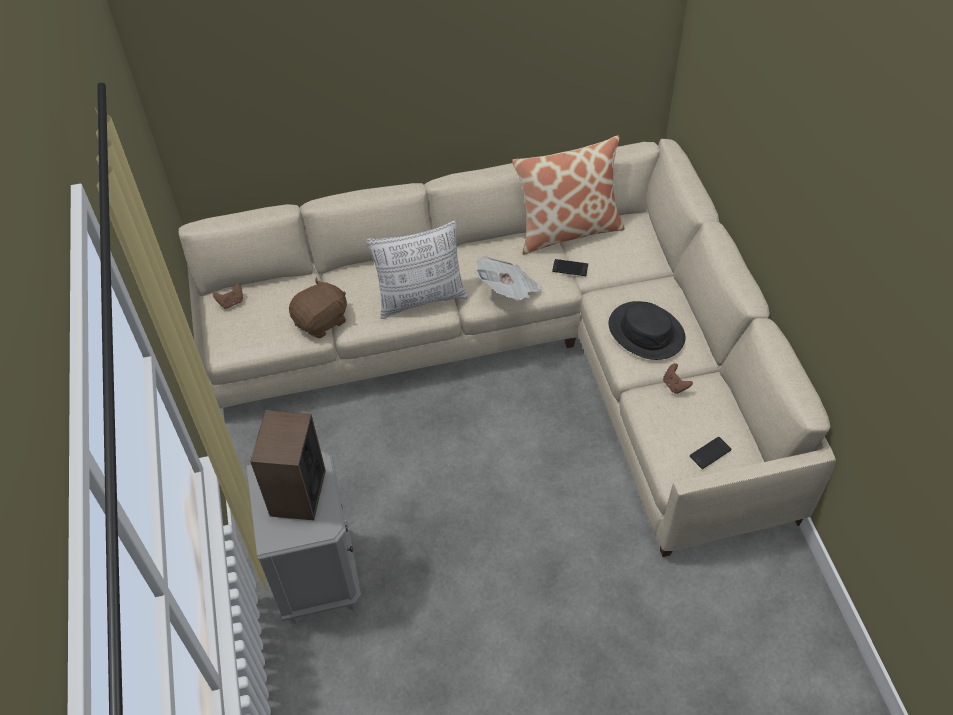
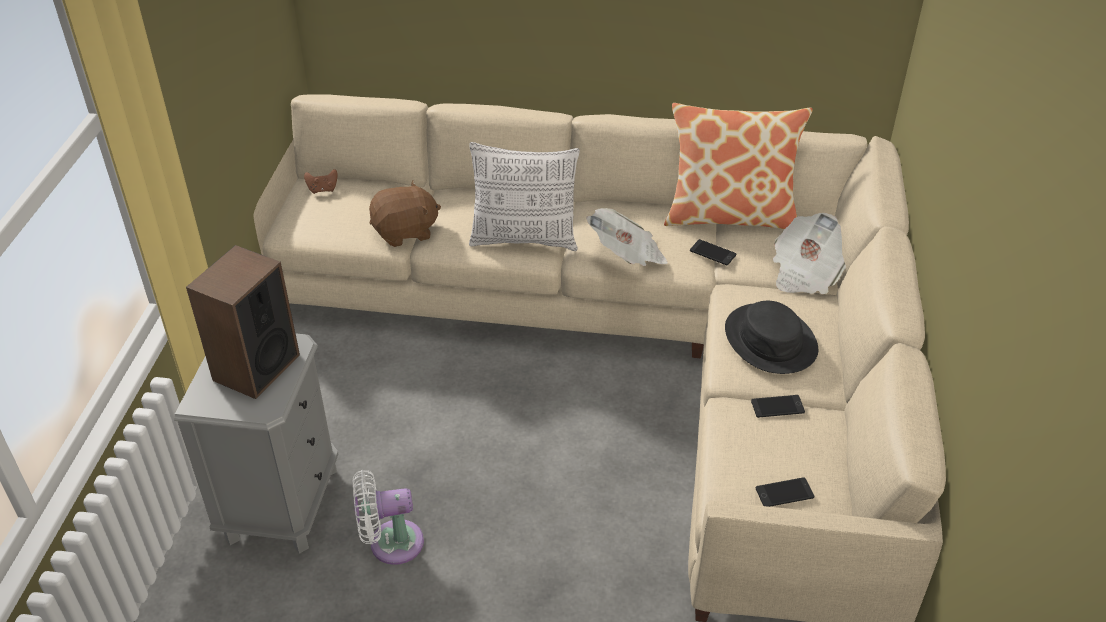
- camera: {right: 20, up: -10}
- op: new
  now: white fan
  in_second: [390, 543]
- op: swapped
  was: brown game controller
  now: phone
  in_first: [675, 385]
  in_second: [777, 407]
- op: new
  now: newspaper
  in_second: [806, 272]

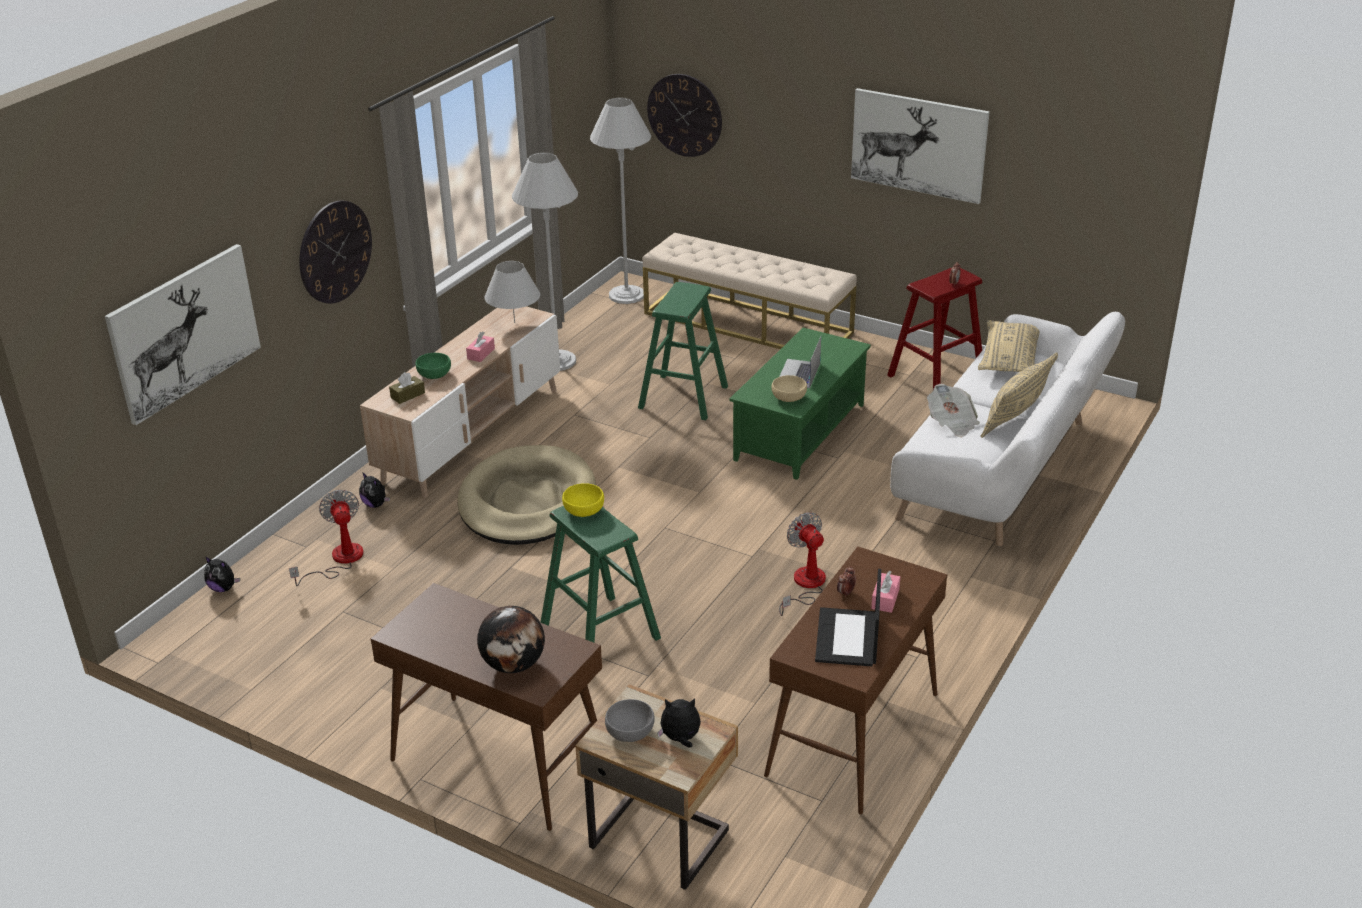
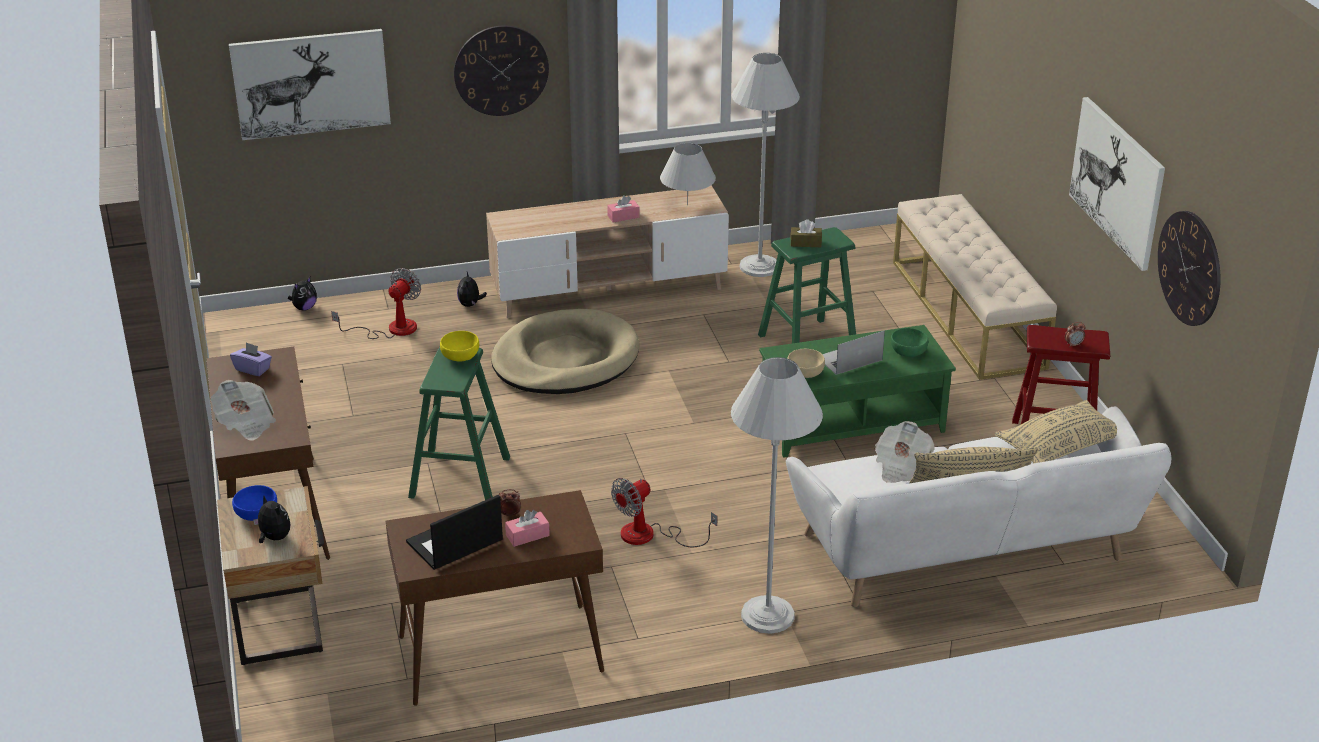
- camera: {right: 45, up: 0}
- op: swapped
  was: globe
  now: newspaper
  in_first: [514, 665]
  in_second: [245, 423]
- op: new
  now: purple tissue box
  in_second: [253, 369]
- op: repainted
  was: grey bowl
  now: blue bowl
  in_first: [631, 731]
  in_second: [257, 514]
- op: rotated
  was: plush toy
  in_first: [223, 588]
  in_second: [304, 308]
  clockwise: -120
- op: rotated
  was: fan
  in_first: [805, 585]
  in_second: [650, 536]
  clockwise: -150
- op: shifted
  was: white floor lamp
  in_first: [626, 295]
  in_second: [767, 615]
- op: shifted
  was: brown tissue box
  in_first: [408, 395]
  in_second: [806, 243]
- op: shifted
  was: green bowl
  in_first: [434, 375]
  in_second: [908, 352]
- op: shifted
  was: wall clock
  in_first: [684, 115]
  in_second: [1189, 268]

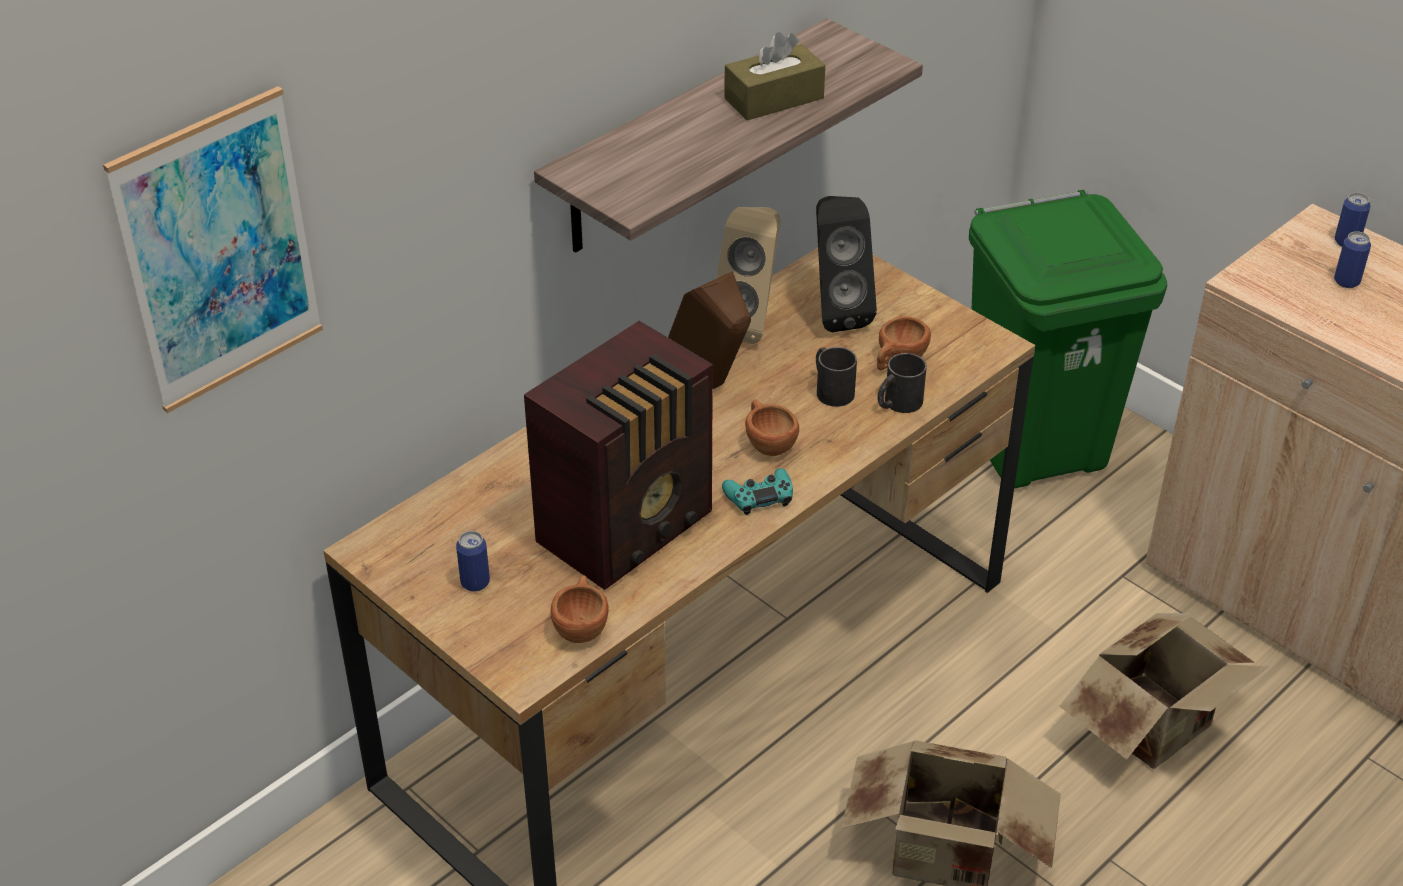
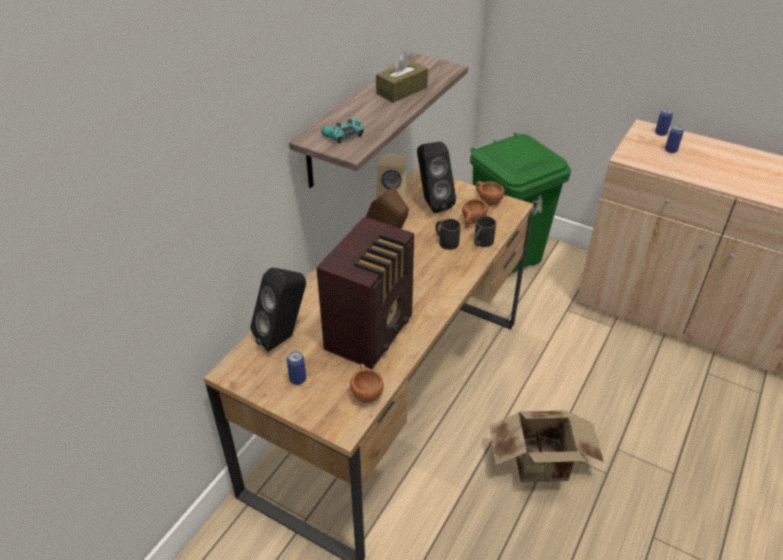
- camera: {right: -15, up: 0}
- op: new
  now: black speaker
  in_second: [284, 337]
- op: shifted
  was: turquoise game controller
  in_first: [759, 497]
  in_second: [344, 134]
- op: shifted
  was: brown cup
  in_first: [767, 442]
  in_second: [487, 200]
- op: gone
  was: picture
  in_first: [219, 251]
- op: gone
  was: cardboard box
  in_first: [1157, 728]

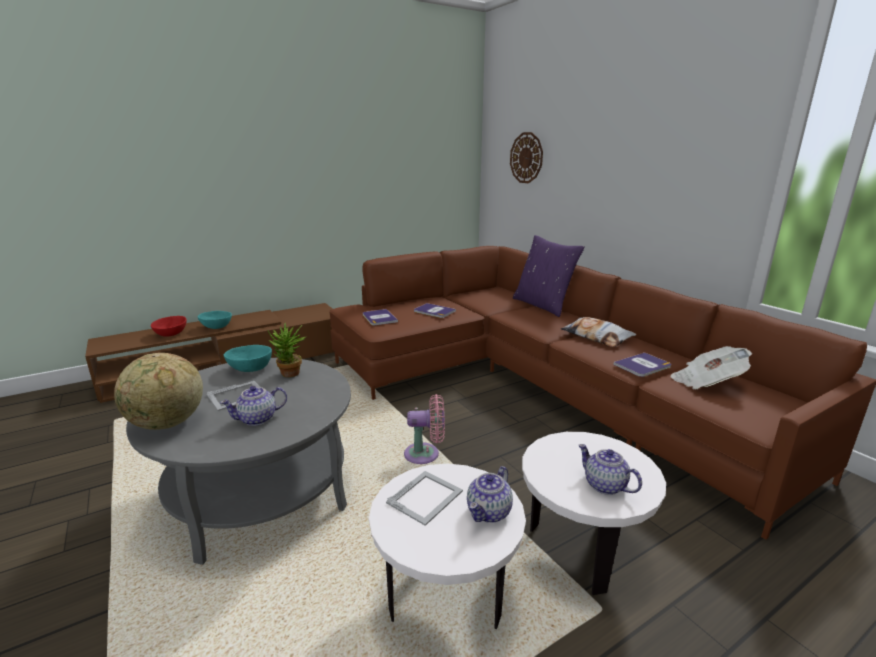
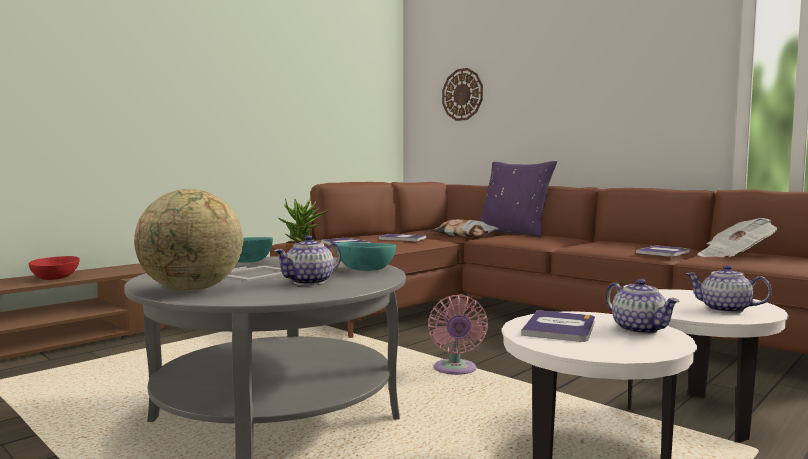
- camera: {right: -15, up: -15}
- op: shifted
  was: turquoise bowl
  in_first: [216, 327]
  in_second: [365, 270]
- op: rotated
  was: pink fan
  in_first: [425, 454]
  in_second: [455, 370]
  clockwise: 105
- op: shifted
  was: pillow
  in_first: [596, 337]
  in_second: [464, 235]
- op: swapped
  was: picture frame
  now: book
  in_first: [426, 496]
  in_second: [560, 327]
- op: rotated
  was: teapot
  in_first: [489, 512]
  in_second: [640, 329]
  clockwise: -45

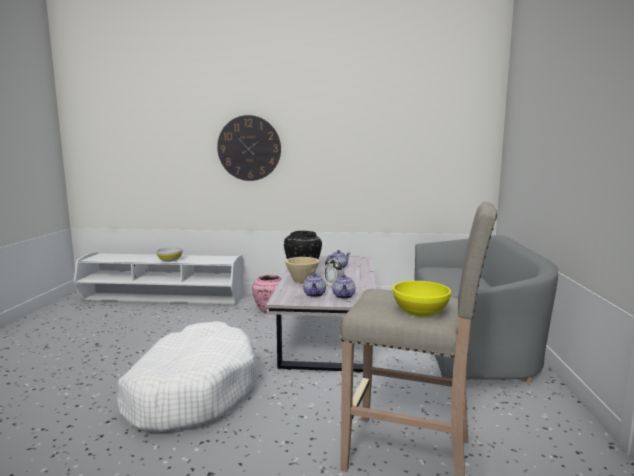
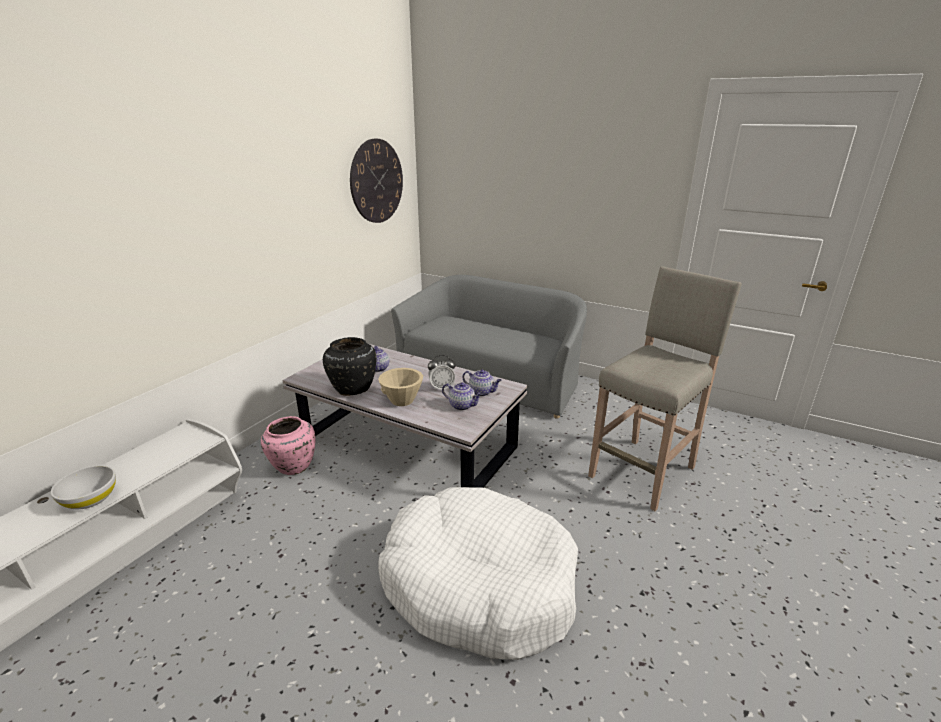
- camera: {right: -65, up: 15}
- op: shifted
  was: wall clock
  in_first: [249, 148]
  in_second: [376, 181]
- op: gone
  was: yellow bowl
  in_first: [420, 311]

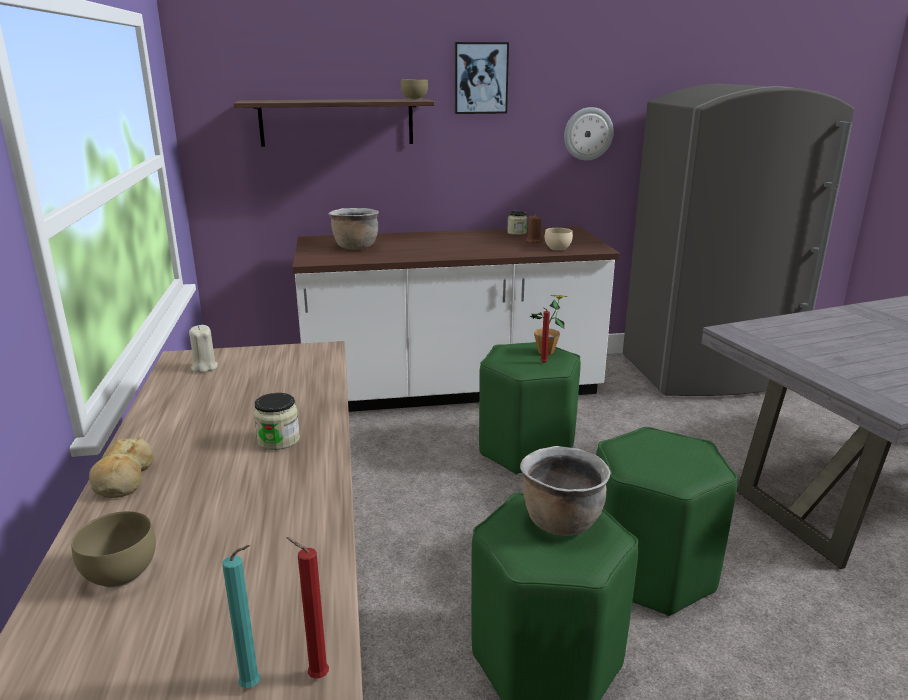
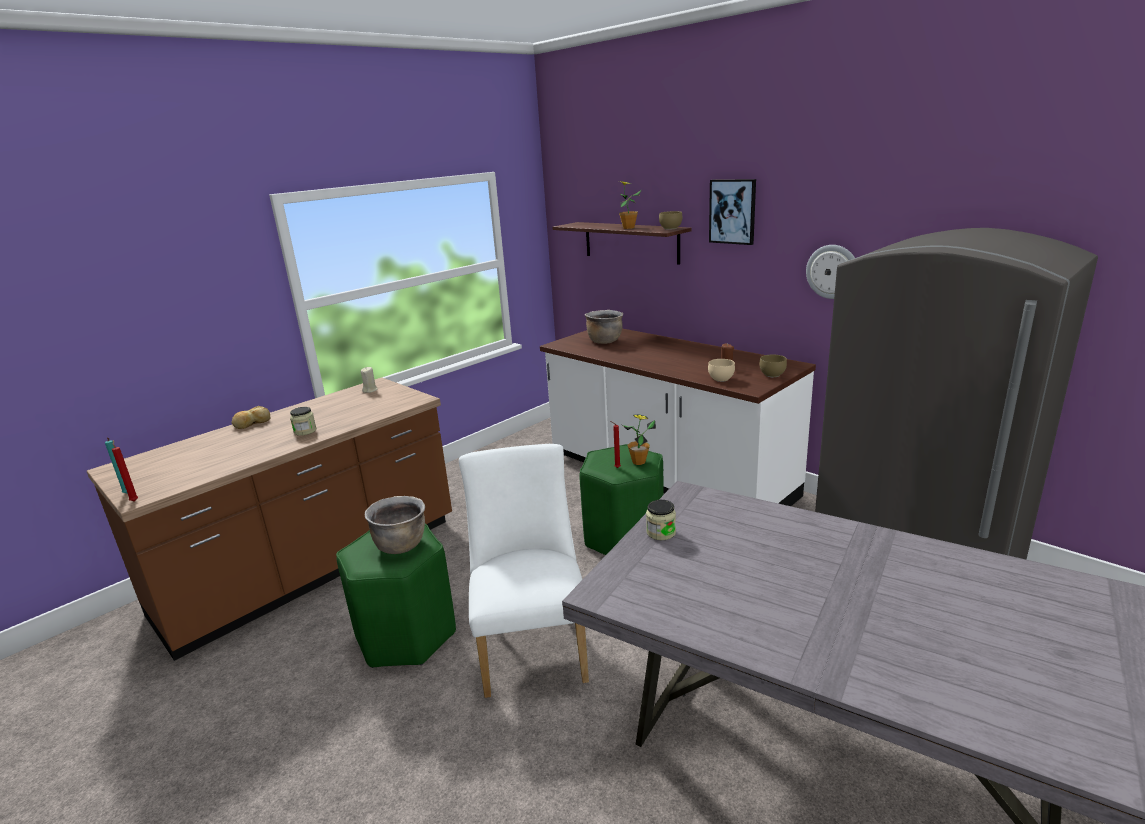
- camera: {right: 55, up: 0}
- op: swapped
  was: green stool
  now: white chair
  in_first: [650, 570]
  in_second: [532, 644]
- op: new
  now: potted plant
  in_second: [628, 228]
- op: shifted
  was: jar
  in_first: [517, 232]
  in_second: [661, 532]
- op: shifted
  was: brown bowl
  in_first: [122, 575]
  in_second: [772, 375]

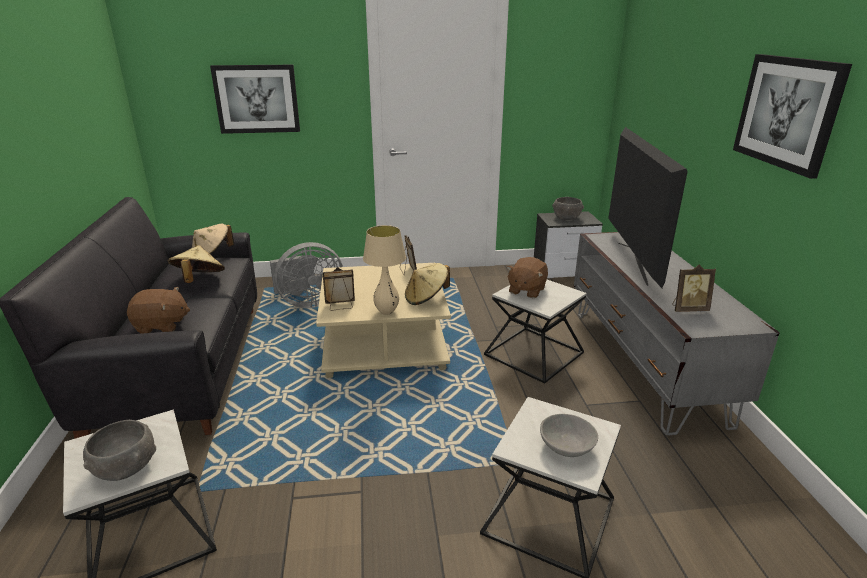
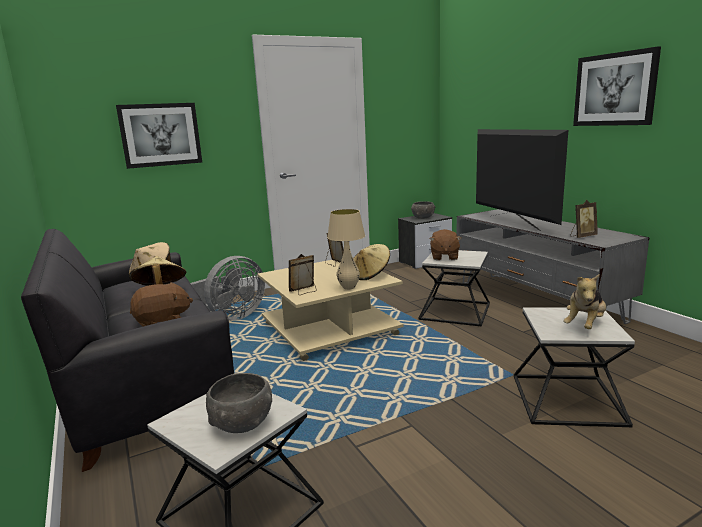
- camera: {right: -20, up: -10}
- op: swapped
  was: grey bowl
  now: plush toy
  in_first: [566, 447]
  in_second: [585, 325]

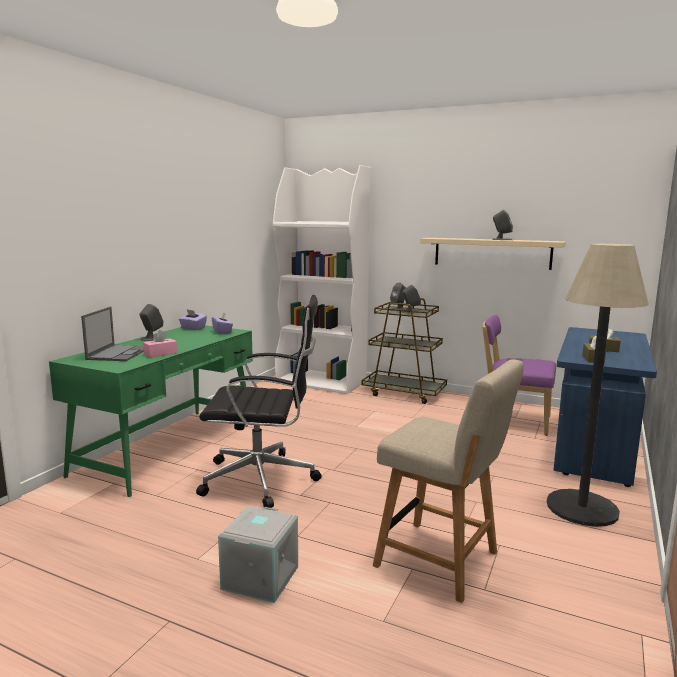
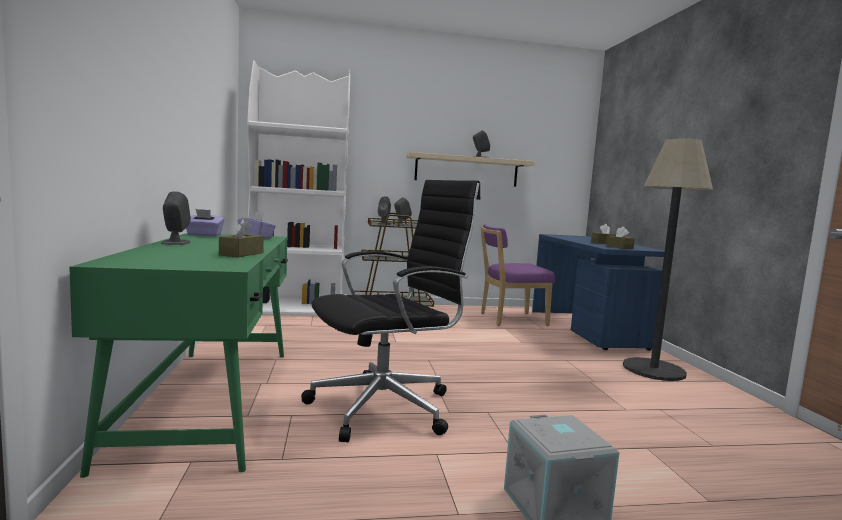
- camera: {right: -35, up: -5}
- op: repainted
  was: pink tissue box
  now: brown tissue box
  in_first: [160, 353]
  in_second: [241, 254]
- op: gone
  was: laptop
  in_first: [119, 353]
- op: gone
  was: beige chair
  in_first: [442, 561]

